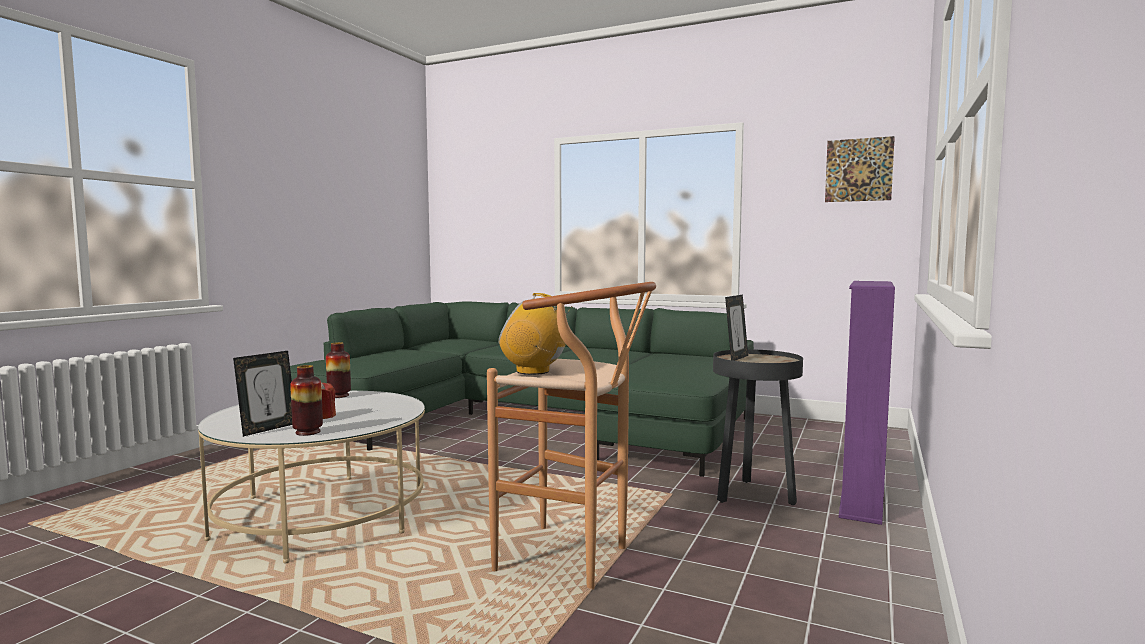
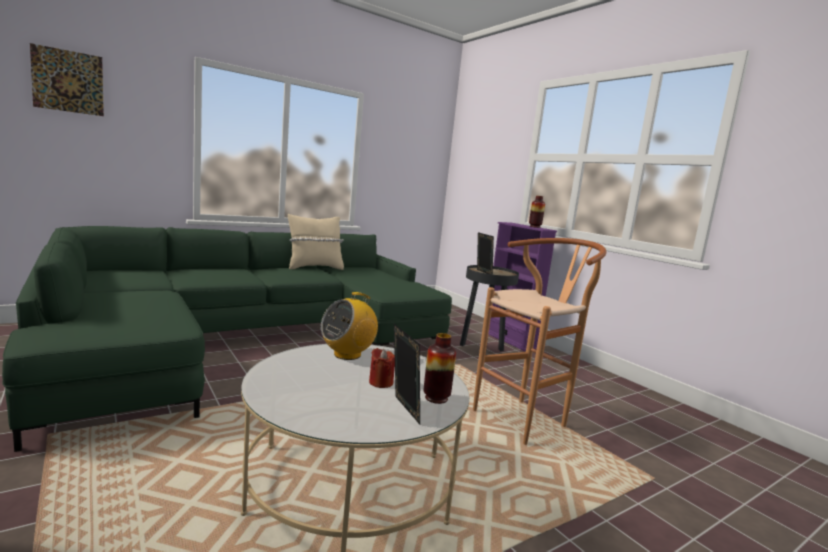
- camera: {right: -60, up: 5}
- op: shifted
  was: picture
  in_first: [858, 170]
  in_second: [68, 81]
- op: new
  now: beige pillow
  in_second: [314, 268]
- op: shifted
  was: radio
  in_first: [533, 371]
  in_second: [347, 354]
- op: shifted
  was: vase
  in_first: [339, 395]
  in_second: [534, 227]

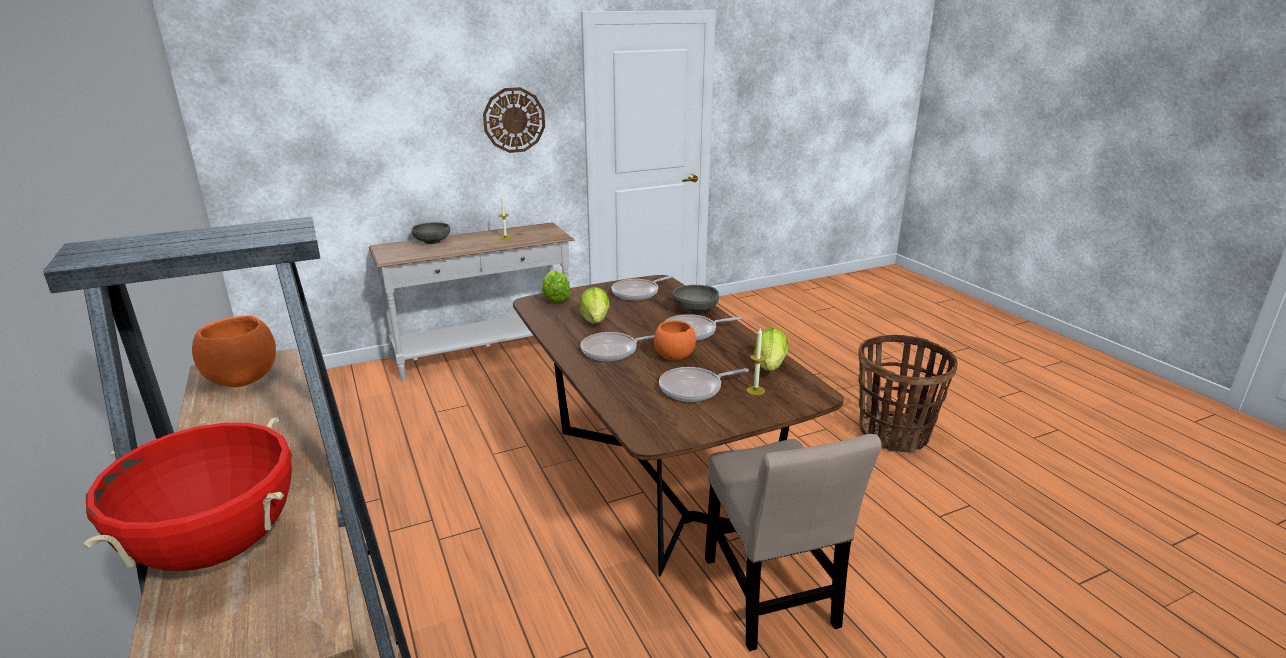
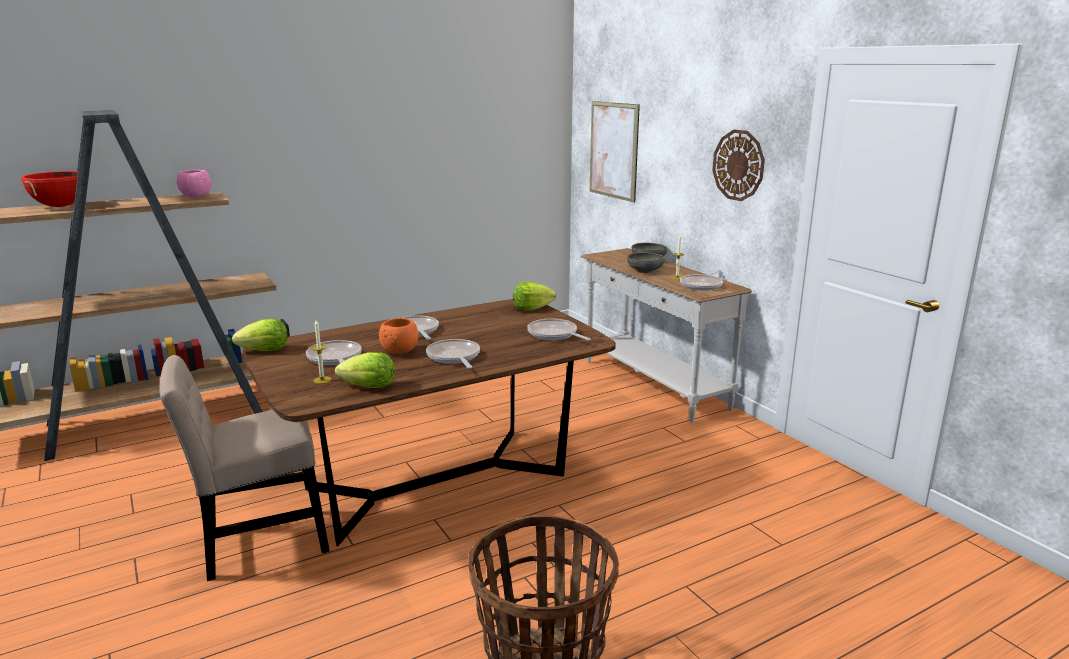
- camera: {right: 85, up: -5}
- op: repainted
  was: orange bowl
  now: pink bowl
  in_first: [241, 379]
  in_second: [196, 196]
- op: shifted
  was: lettuce
  in_first: [595, 320]
  in_second: [265, 351]
- op: new
  now: picture
  in_second: [613, 150]
- op: shifted
  was: grey bowl
  in_first: [695, 310]
  in_second: [645, 271]
- op: new
  now: frying pan
  in_second: [702, 285]

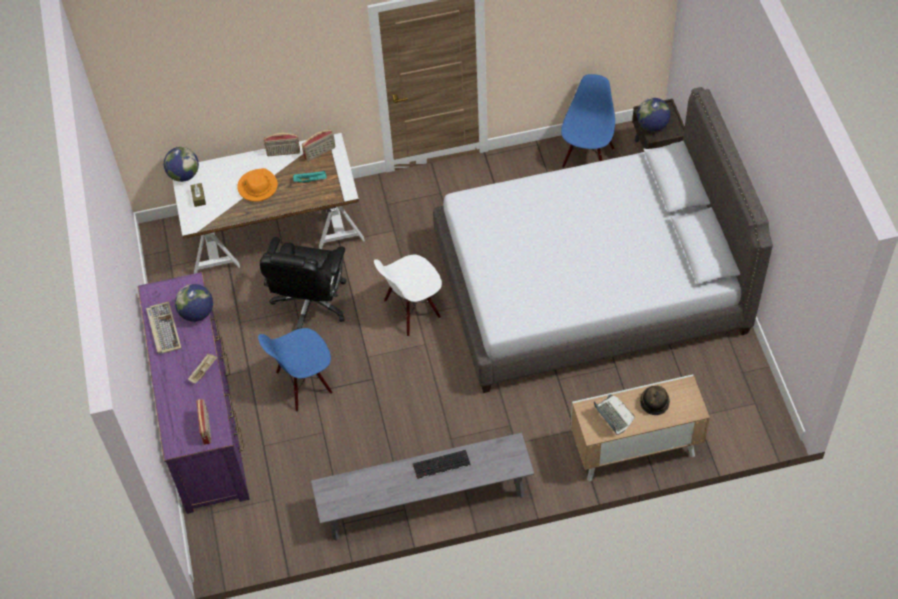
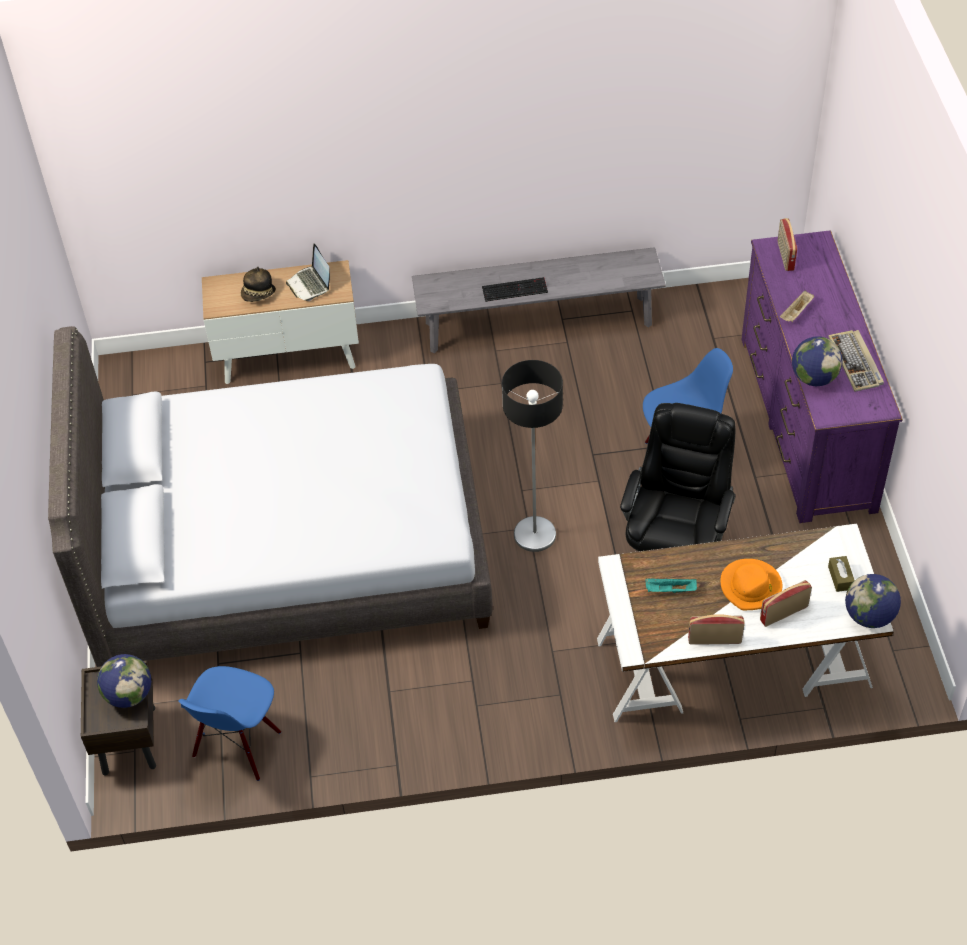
- camera: {right: -175, up: -5}
- op: swapped
  was: white chair
  now: floor lamp
  in_first: [412, 310]
  in_second: [535, 534]
- op: shifted
  was: radio
  in_first: [320, 153]
  in_second: [783, 613]

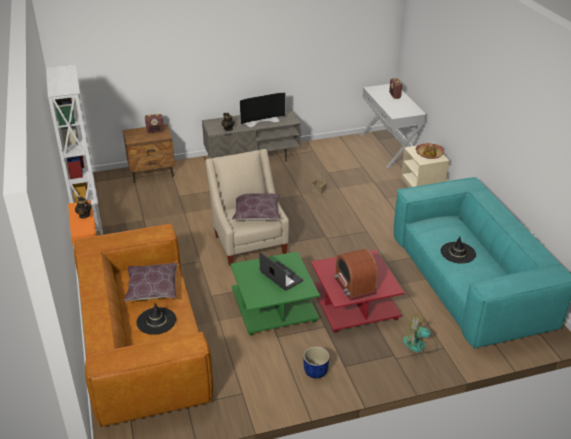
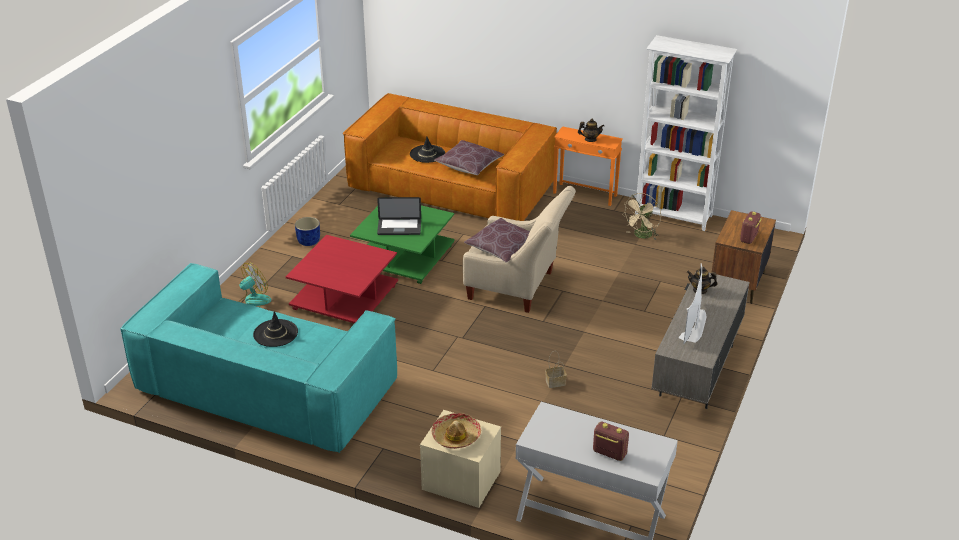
- camera: {right: 130, up: 0}
- op: new
  now: beige fan
  in_second: [641, 236]
- op: gone
  was: radio
  in_first: [354, 285]

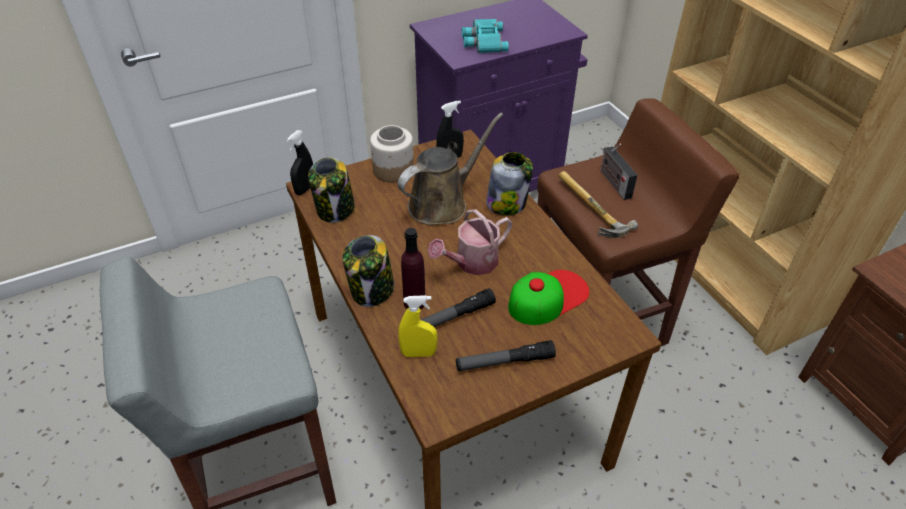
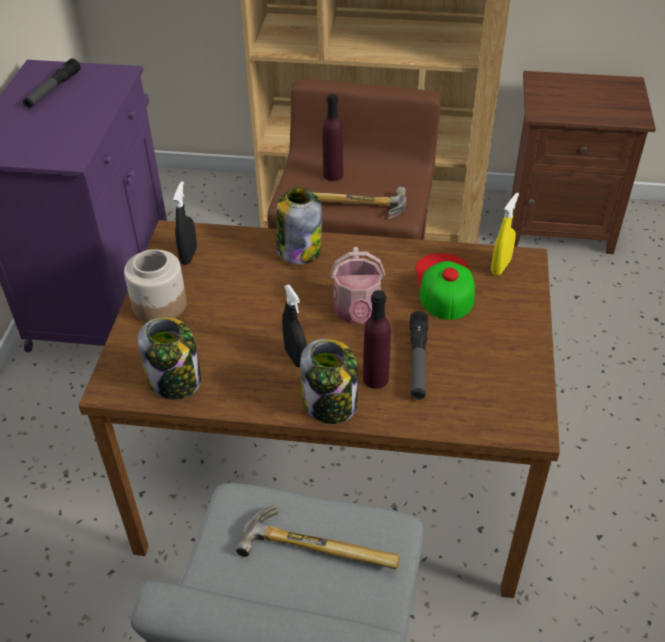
- camera: {right: -55, up: 0}
- op: shifted
  was: flashlight
  in_first: [504, 362]
  in_second: [53, 90]
- op: new
  now: hammer
  in_second: [321, 543]
- op: shifted
  was: black spray bottle
  in_first: [305, 189]
  in_second: [295, 357]
- op: swapped
  was: radio
  now: purple bottle
  in_first: [613, 183]
  in_second: [333, 175]
- op: shifted
  was: yellow spray bottle
  in_first: [418, 353]
  in_second: [500, 267]
- op: gone
  was: brown watering can
  in_first: [442, 203]
- op: gone
  was: turquoise binoculars
  in_first: [483, 41]

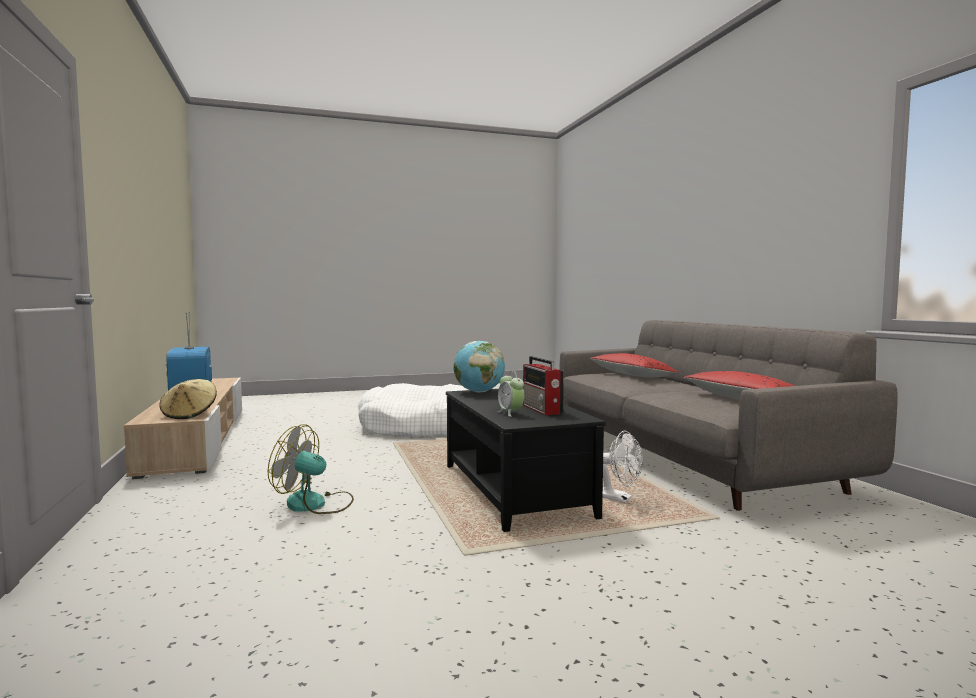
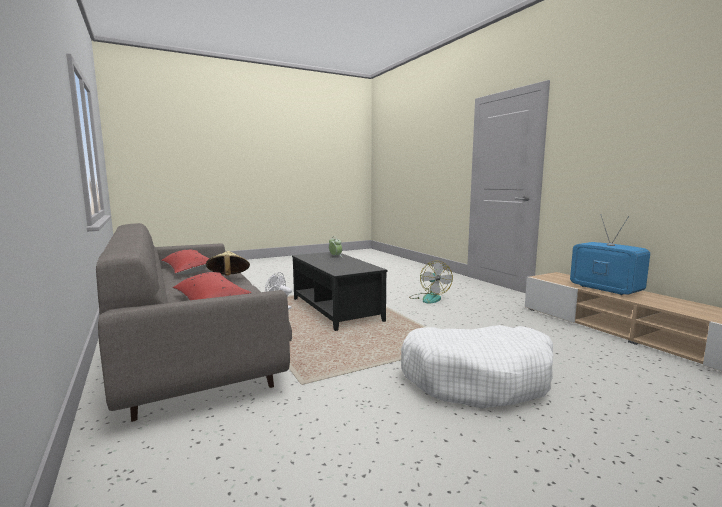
- camera: {right: 170, up: 5}
- op: shifted
  was: beige hat
  in_first: [189, 415]
  in_second: [228, 277]
- op: rotated
  was: fan
  in_first: [315, 504]
  in_second: [429, 298]
  clockwise: 75
- op: gone
  was: globe
  in_first: [479, 392]
- op: gone
  was: radio
  in_first: [542, 409]

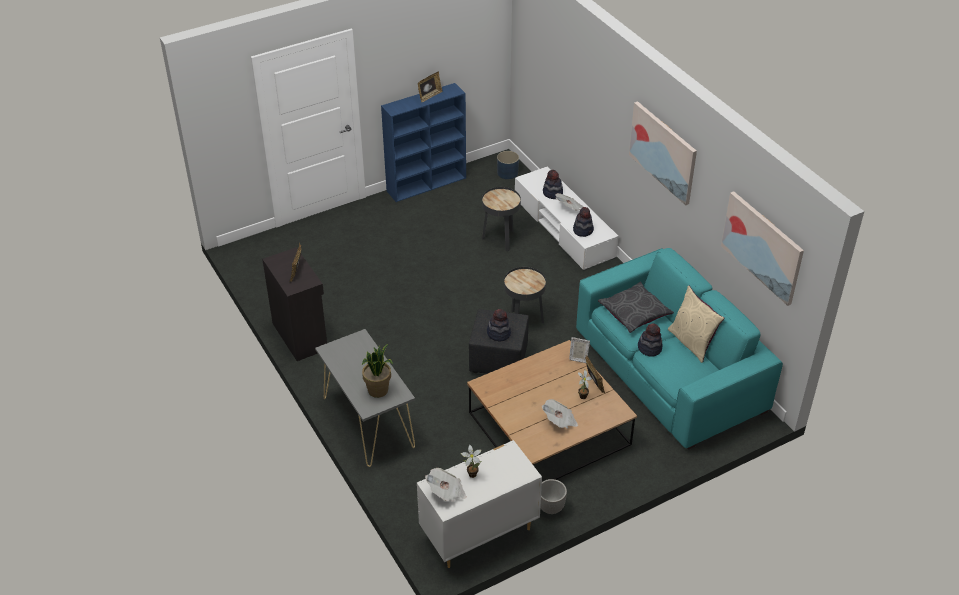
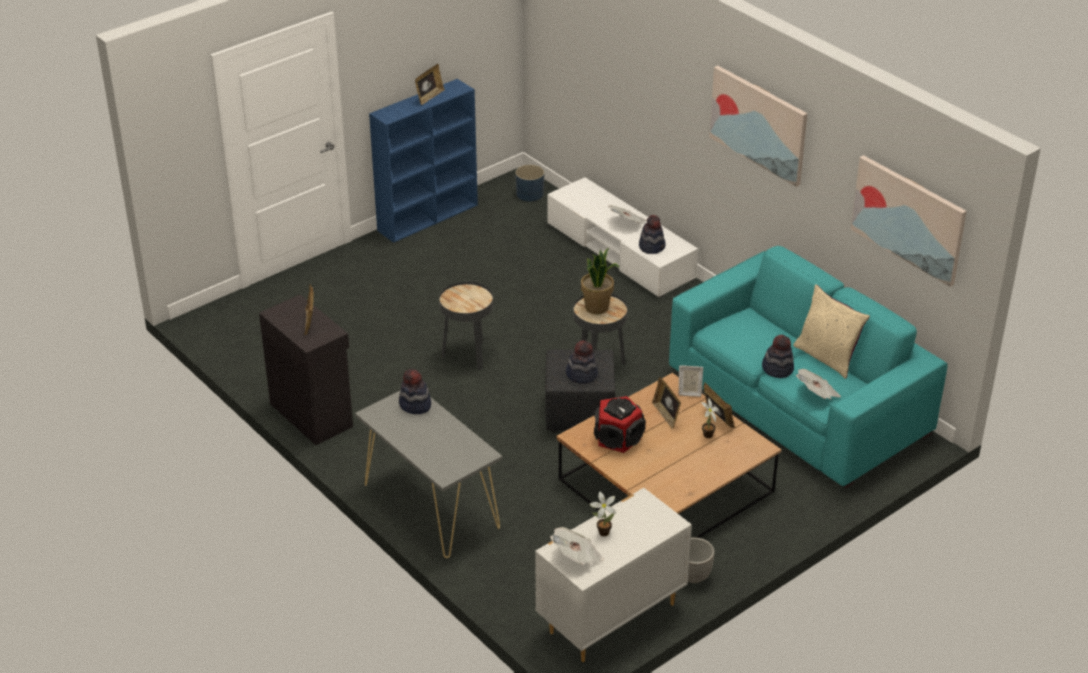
- camera: {right: -10, up: -5}
- op: shifted
  was: hat
  in_first: [552, 193]
  in_second: [415, 405]
- op: shifted
  was: black side table
  in_first: [500, 239]
  in_second: [467, 355]
- op: shifted
  was: potted plant
  in_first: [378, 390]
  in_second: [597, 308]
- op: new
  now: speaker
  in_second: [617, 438]
- op: new
  now: picture frame
  in_second: [666, 415]
- op: shifted
  was: newspaper
  in_first: [560, 421]
  in_second: [817, 394]
- op: gone
  was: grey pillow
  in_first: [634, 312]

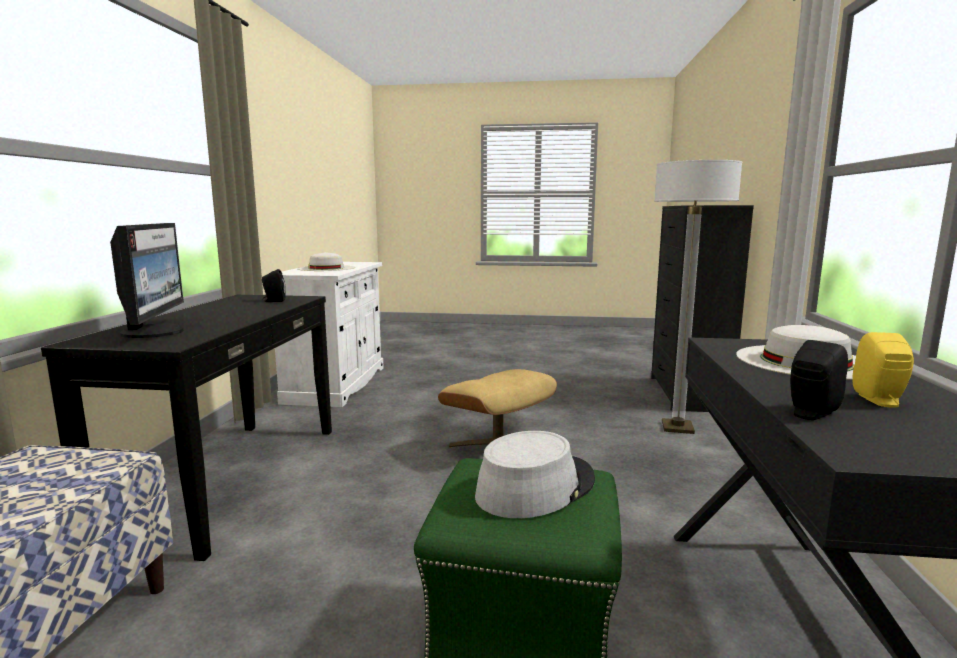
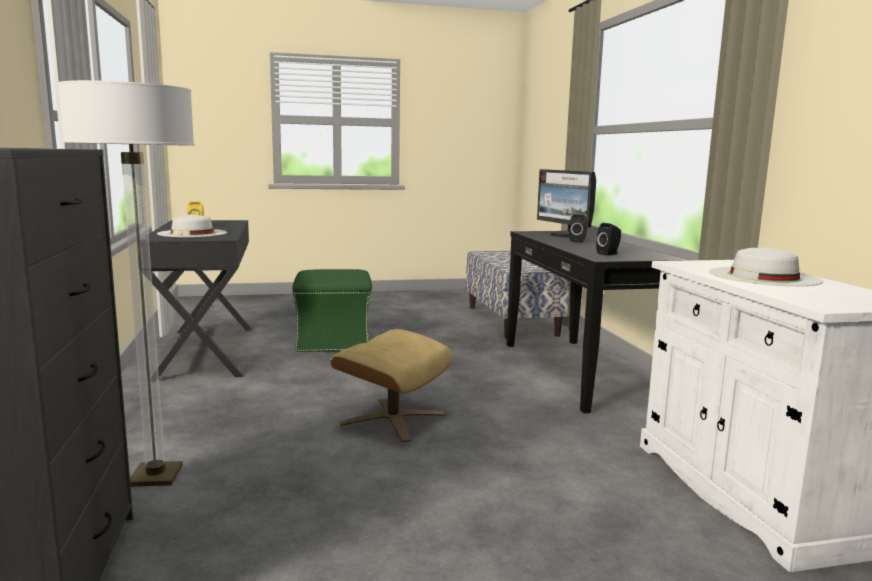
- camera: {right: 160, up: 0}
- op: shifted
  was: black speaker
  in_first: [810, 414]
  in_second: [578, 241]
- op: gone
  was: grey hat
  in_first: [535, 487]

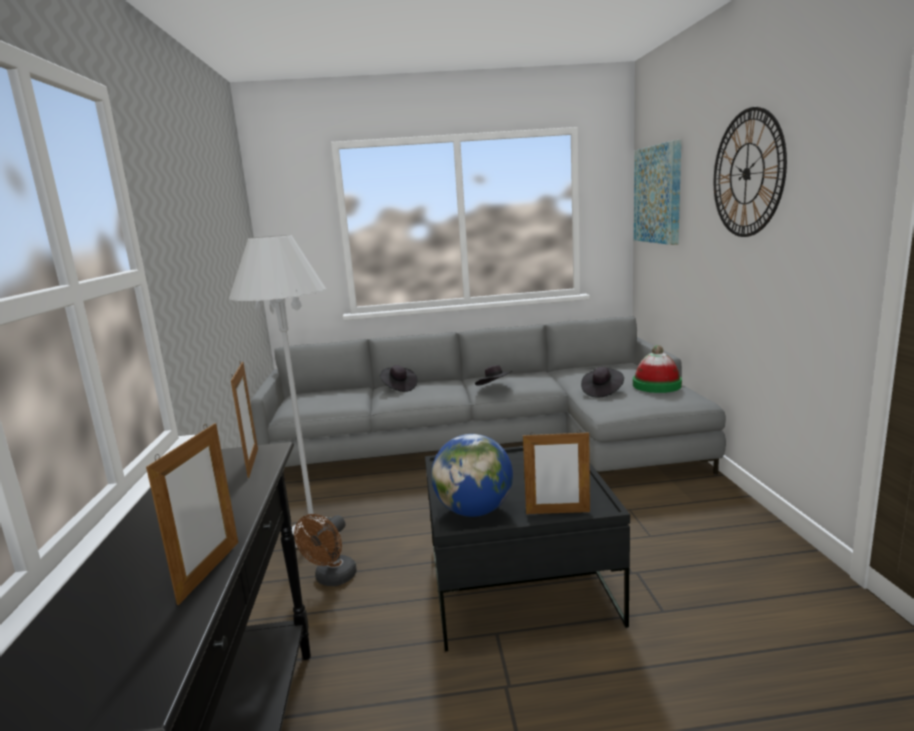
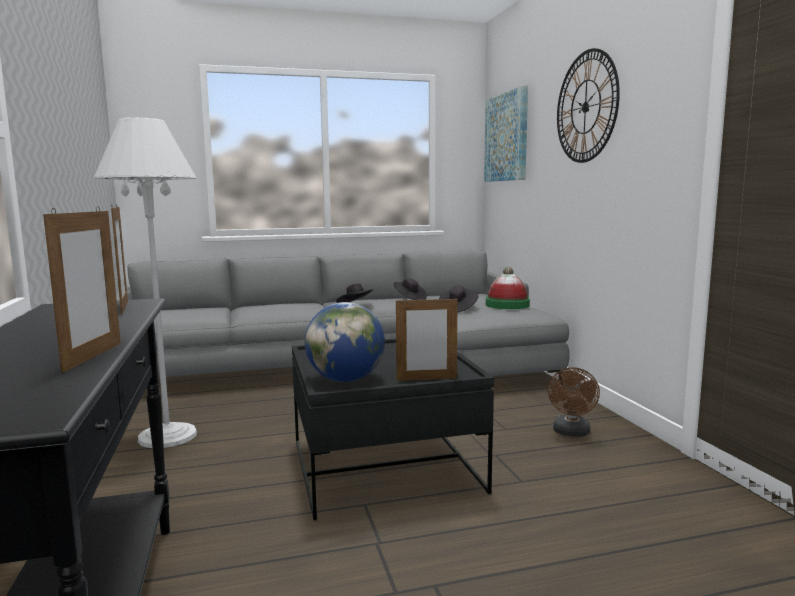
- camera: {right: -10, up: -5}
- op: shifted
  was: black hat
  in_first: [399, 387]
  in_second: [409, 299]
- op: shifted
  was: brown fan
  in_first: [332, 579]
  in_second: [571, 433]

